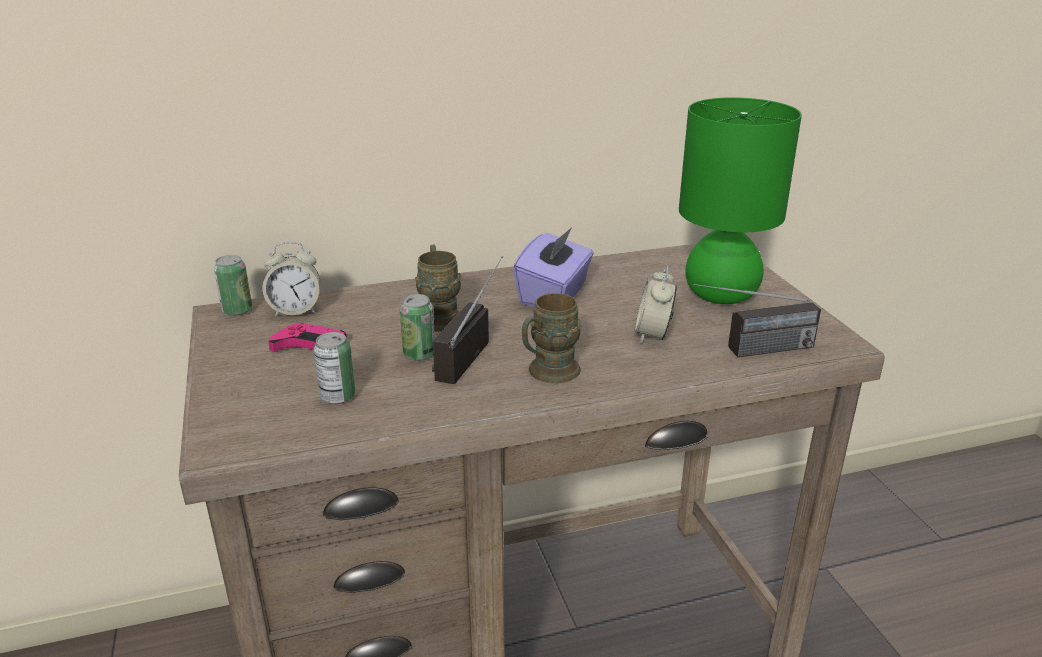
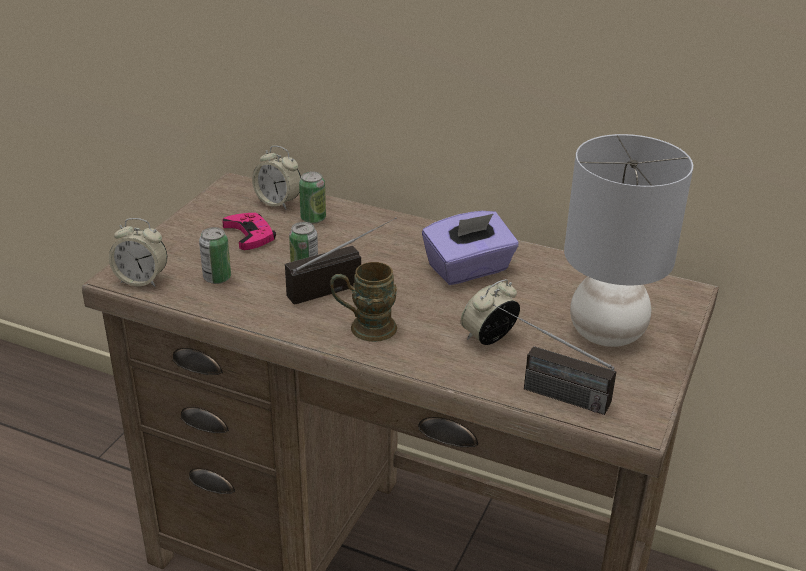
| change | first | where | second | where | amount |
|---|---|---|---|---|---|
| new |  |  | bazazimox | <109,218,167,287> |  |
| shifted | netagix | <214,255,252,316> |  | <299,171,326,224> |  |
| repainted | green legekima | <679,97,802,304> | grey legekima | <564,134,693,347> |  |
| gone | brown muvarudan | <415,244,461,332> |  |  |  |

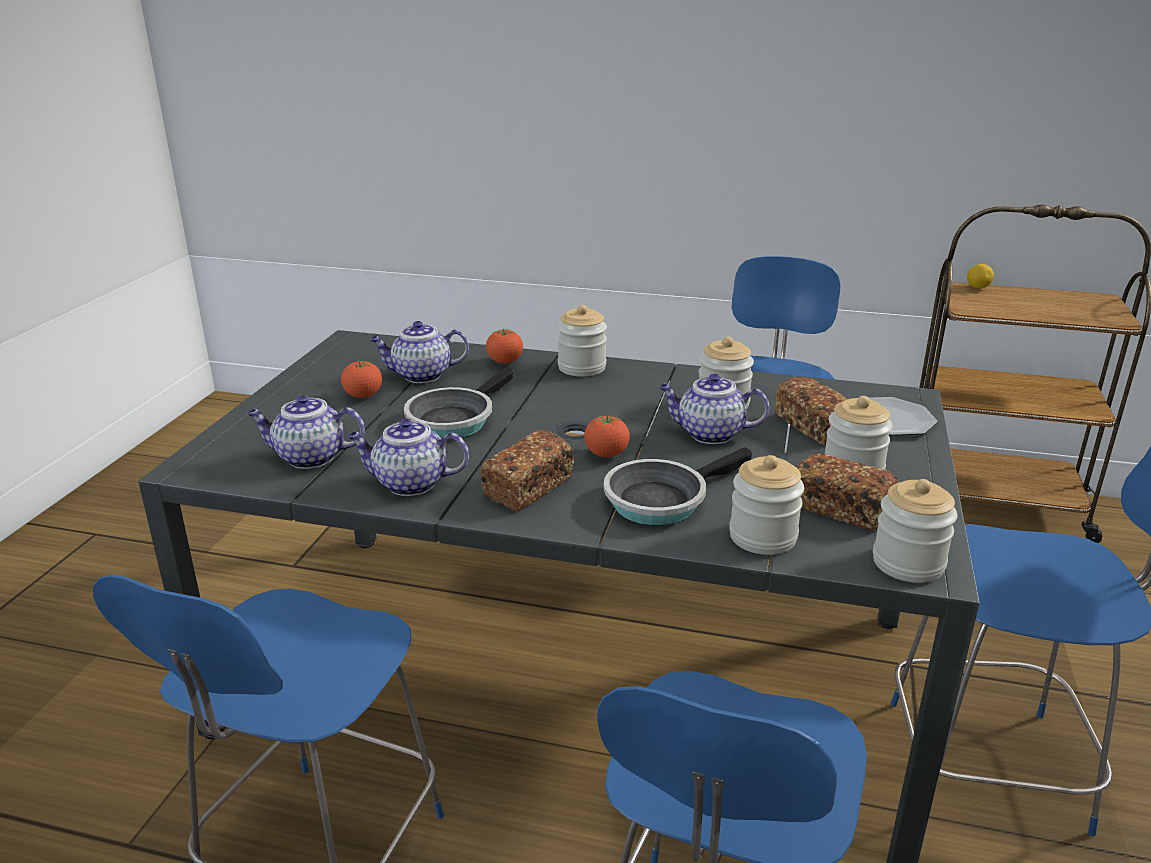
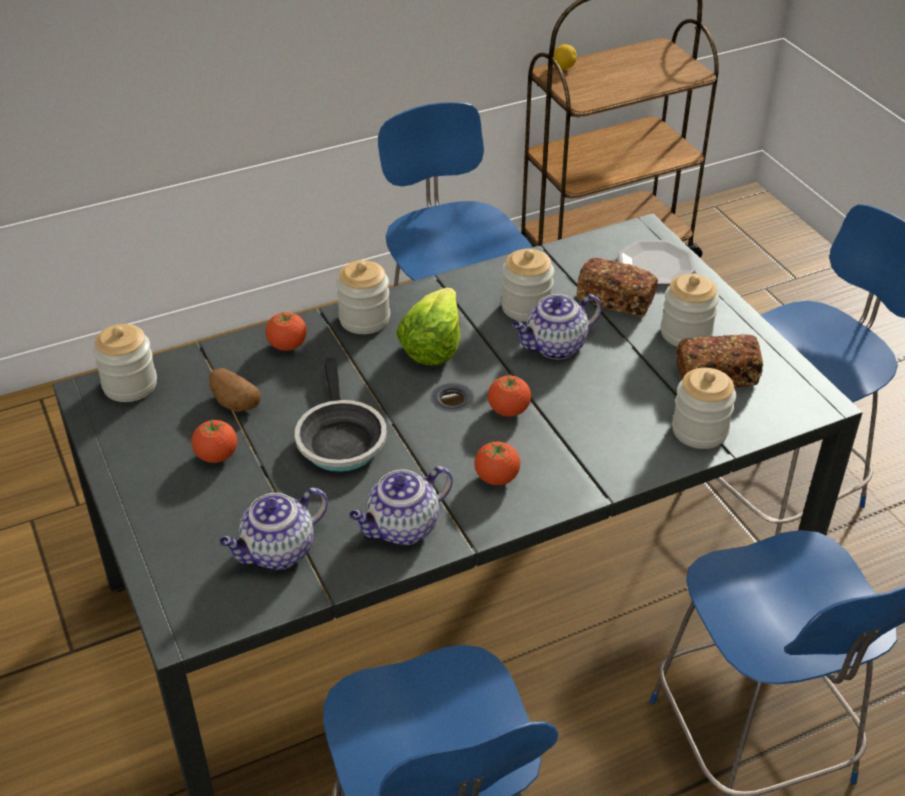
| change | first | where | second | where | amount |
|---|---|---|---|---|---|
| shifted | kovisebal | <873,479,958,583> |  | <93,324,157,402> |  |
| swapped | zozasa | <370,321,469,383> | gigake | <209,368,261,412> |  |
| new |  |  | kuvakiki | <396,287,460,365> |  |
| swapped | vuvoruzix | <481,430,574,511> | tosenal | <474,442,520,485> |  |
| gone | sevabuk | <603,447,752,525> |  |  |  |

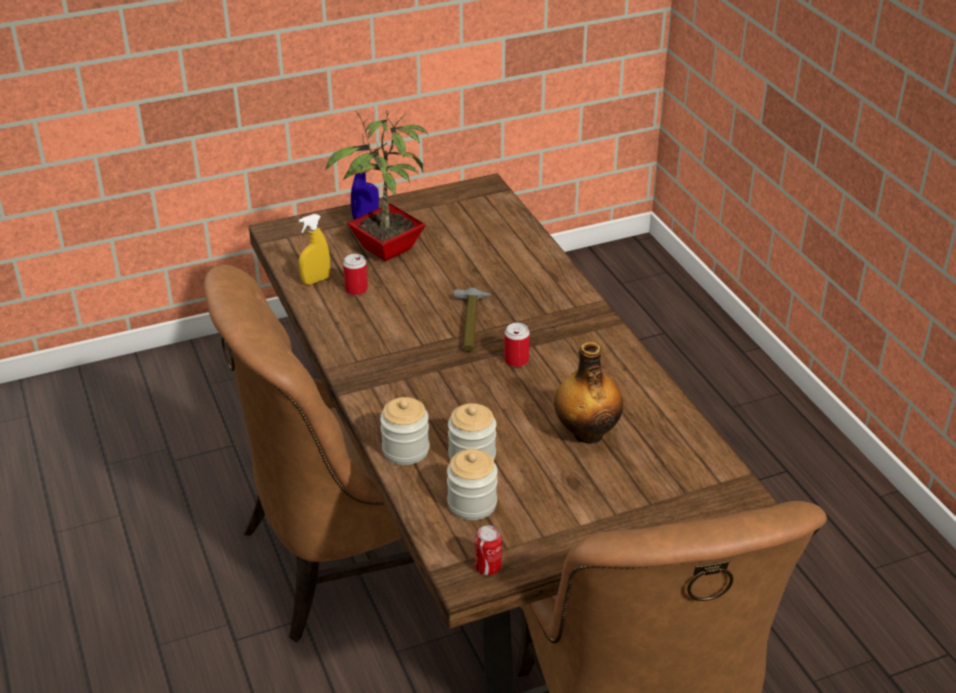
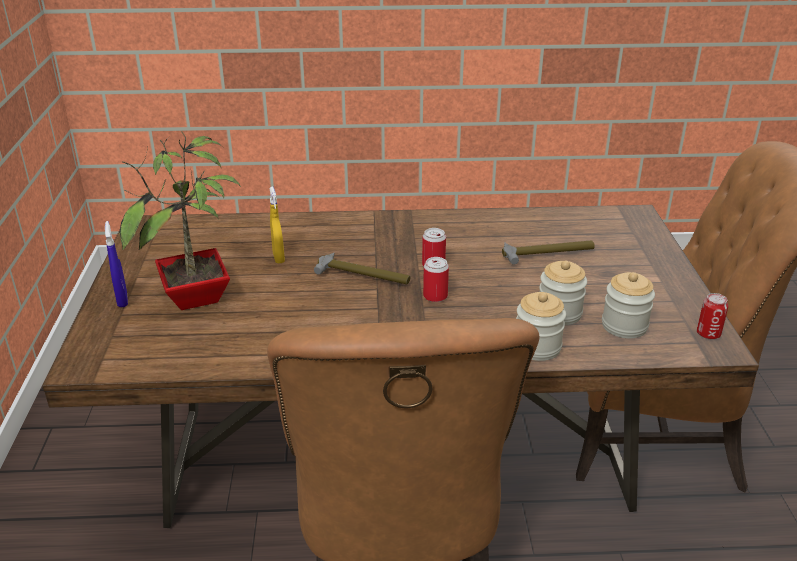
| change | first | where | second | where | amount |
|---|---|---|---|---|---|
| shifted | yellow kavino | <298,214,330,285> |  | <270,186,285,264> |  |
| shifted | netagix | <343,254,368,296> |  | <423,257,449,302> |  |
| swapped | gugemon | <554,342,623,444> | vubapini | <502,241,595,265> |  |

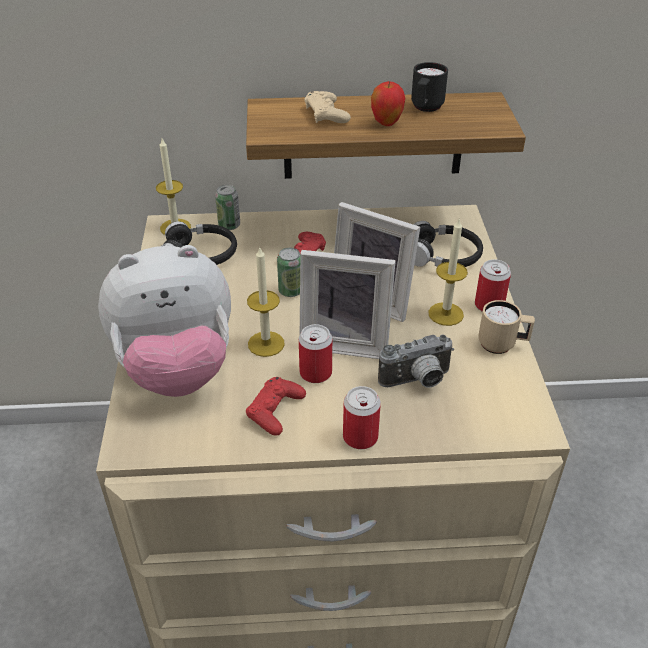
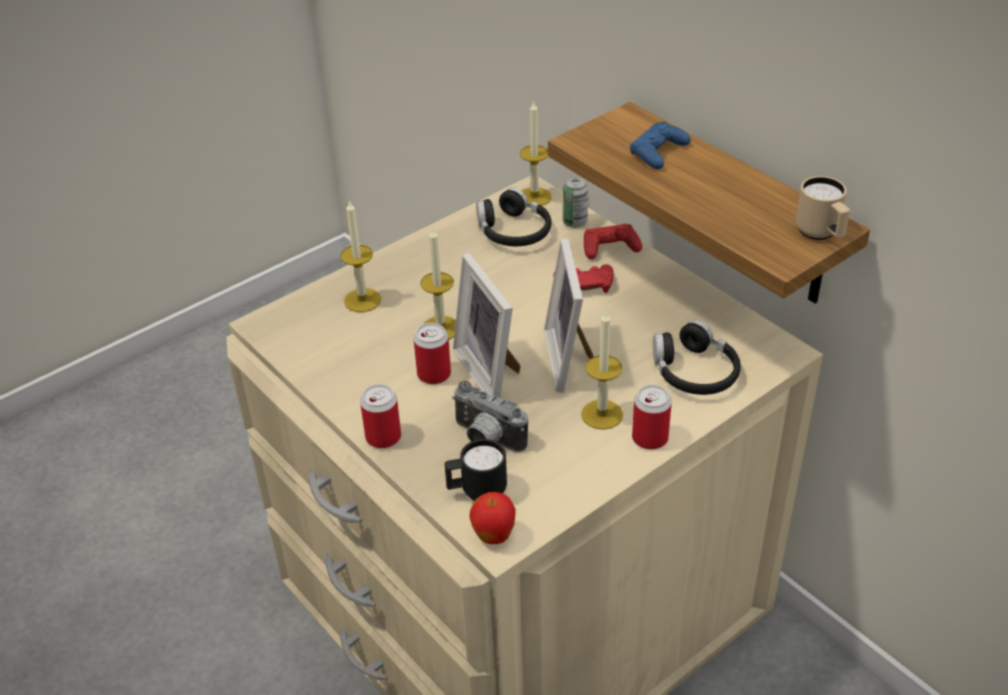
| change | first | where | second | where | amount |
|---|---|---|---|---|---|
| swapped | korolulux | <98,245,231,397> | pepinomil | <340,200,381,312> |  |
| shifted | black muvarudan | <411,62,448,112> |  | <445,439,507,501> |  |
| shifted | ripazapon | <371,81,405,126> |  | <470,492,516,544> |  |
| shifted | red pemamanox | <246,377,306,436> |  | <584,224,642,259> |  |
| repainted | beige pemamanox | <304,91,351,123> | blue pemamanox | <630,122,691,169> |  |
| shifted | beige muvarudan | <478,300,535,354> |  | <796,176,850,240> |  |
| gone | netagix | <277,248,300,297> |  |  |  |

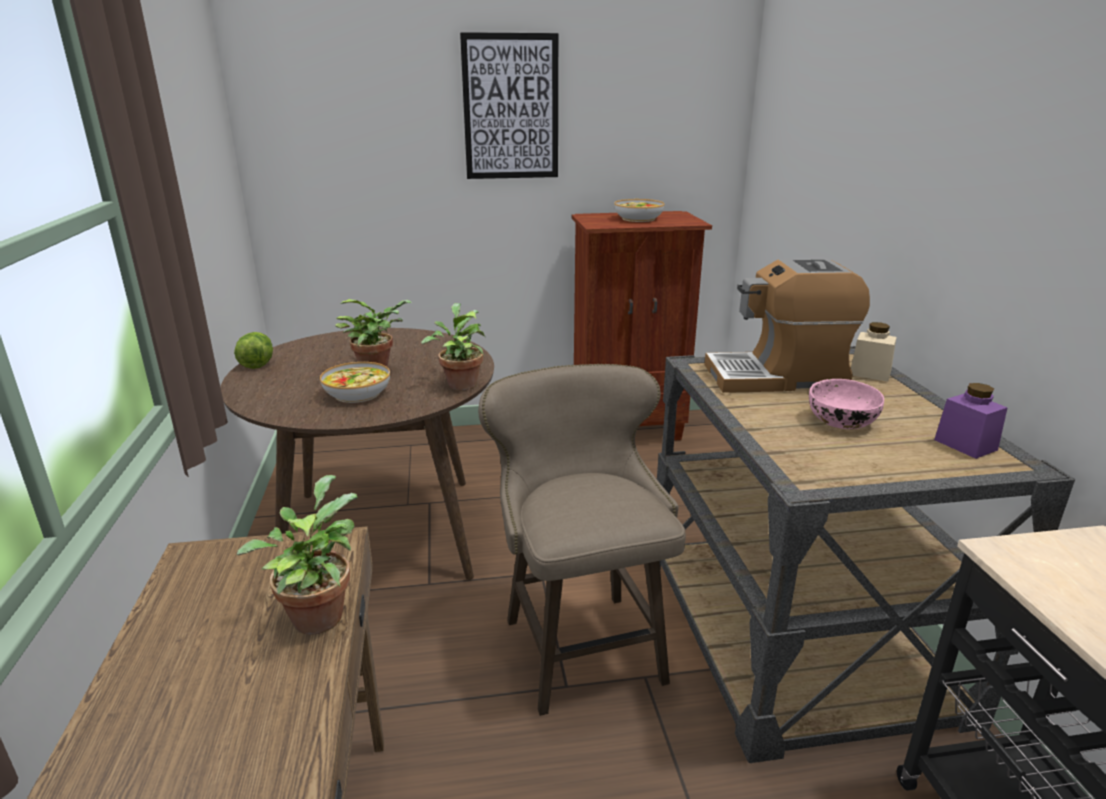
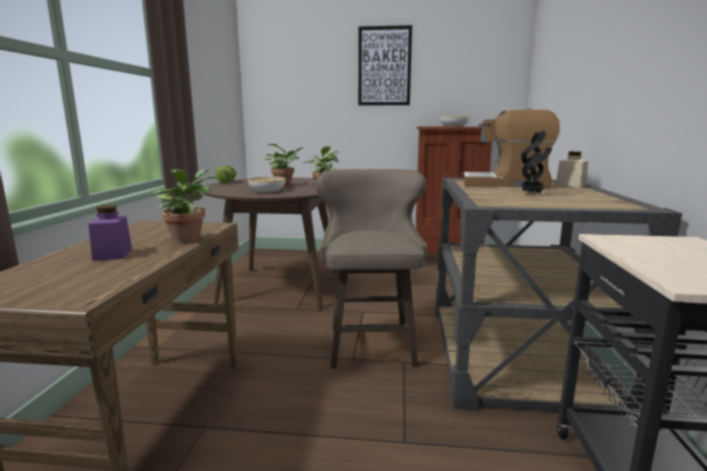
| change | first | where | second | where | amount |
|---|---|---|---|---|---|
| shifted | purple kovisebal | <934,383,1008,459> |  | <88,205,132,261> |  |
| swapped | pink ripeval | <809,379,884,429> | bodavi | <521,130,552,195> |  |

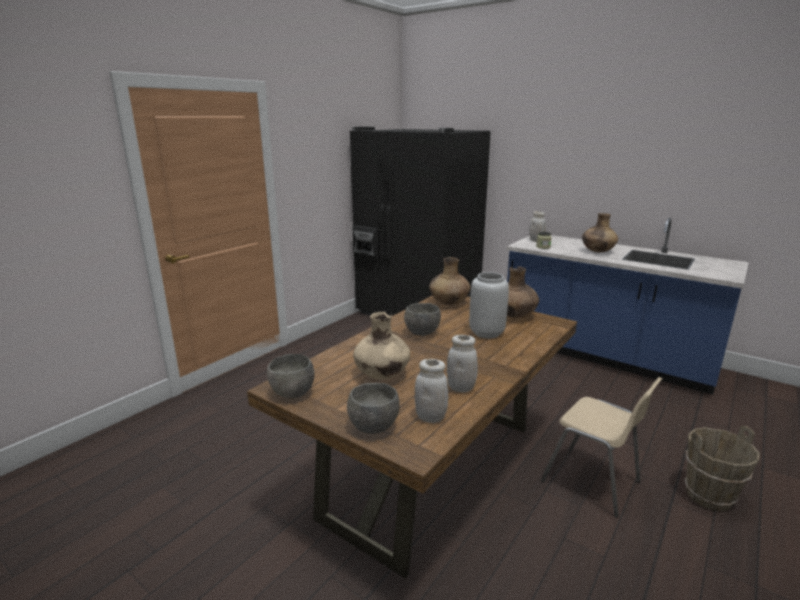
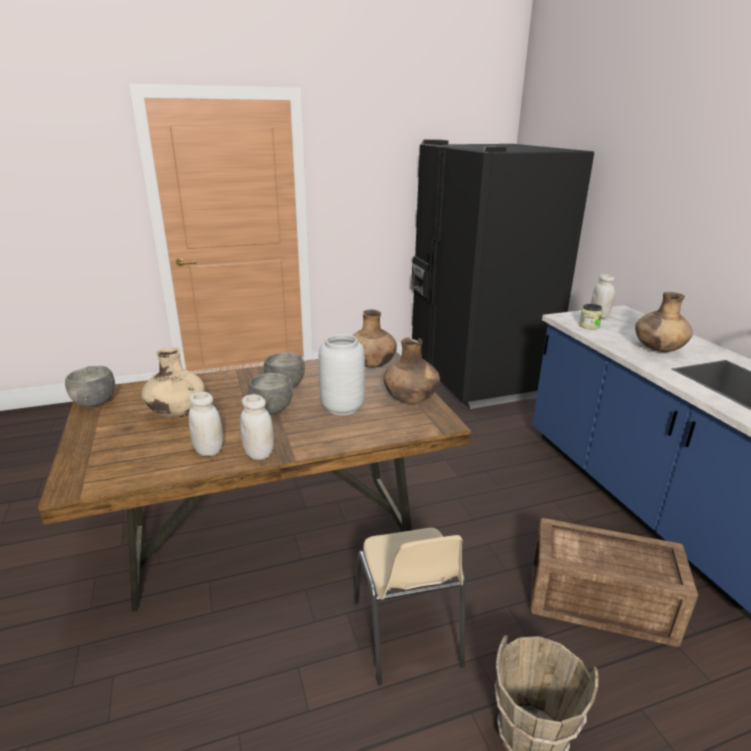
| change | first | where | second | where | amount |
|---|---|---|---|---|---|
| shifted | white kovisebal | <415,359,448,423> |  | <240,394,274,460> |  |
| shifted | grey ripeval | <347,383,400,434> |  | <247,373,293,415> |  |
| new |  |  | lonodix | <530,518,698,647> |  |

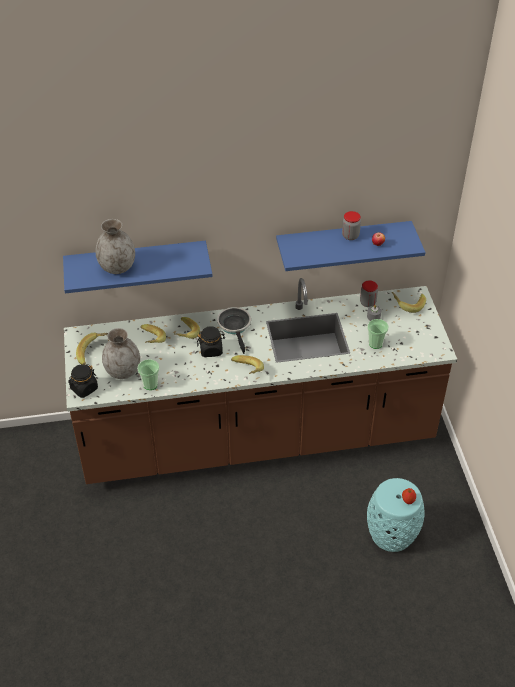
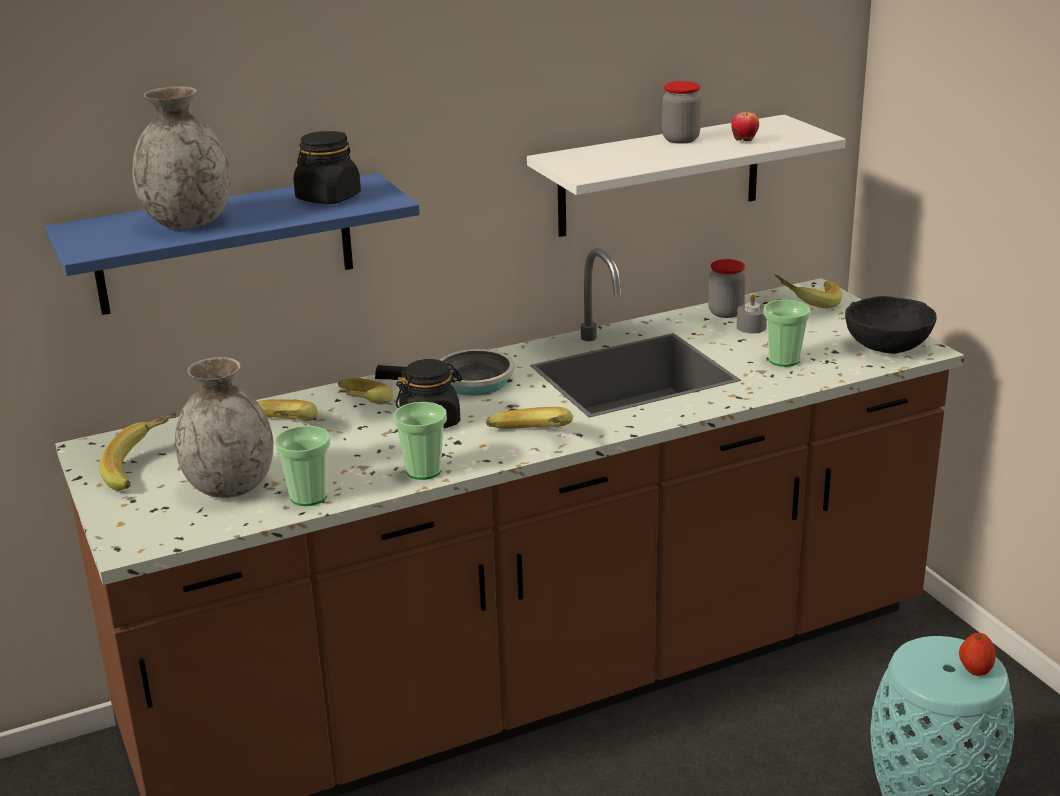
| change | first | where | second | where | amount |
|---|---|---|---|---|---|
| shifted | black kovisebal | <68,364,98,398> |  | <293,131,361,204> |  |
| rotated | sevabuk | <217,307,251,354> |  | <375,349,514,396> | 120 degrees clockwise |
| new |  |  | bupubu | <393,402,447,480> |  |
| repainted | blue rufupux | <276,221,425,271> | white rufupux | <527,115,846,237> |  |
| new |  |  | black ripeval | <845,296,937,354> |  |

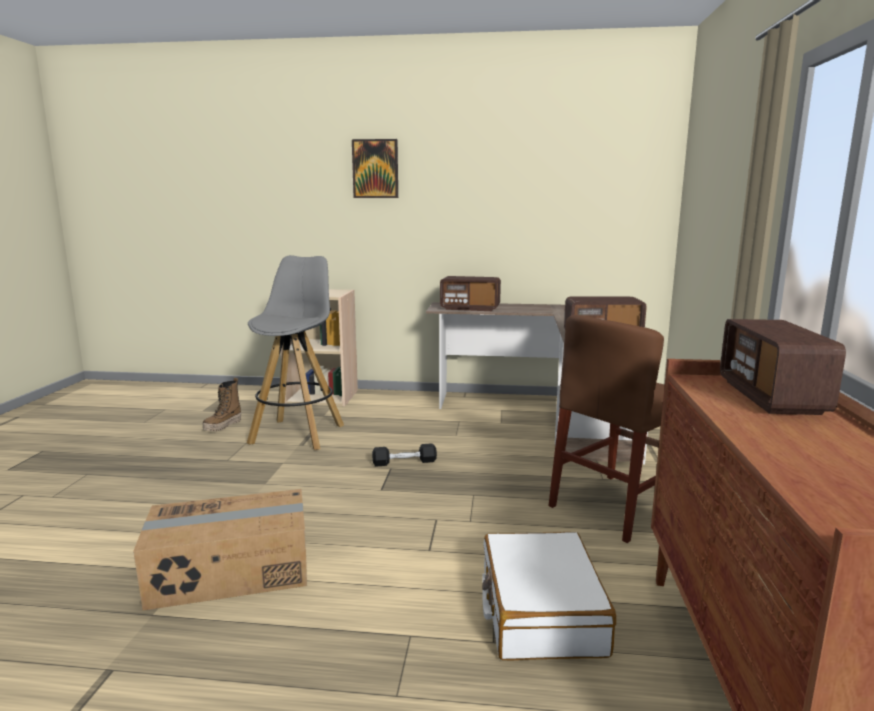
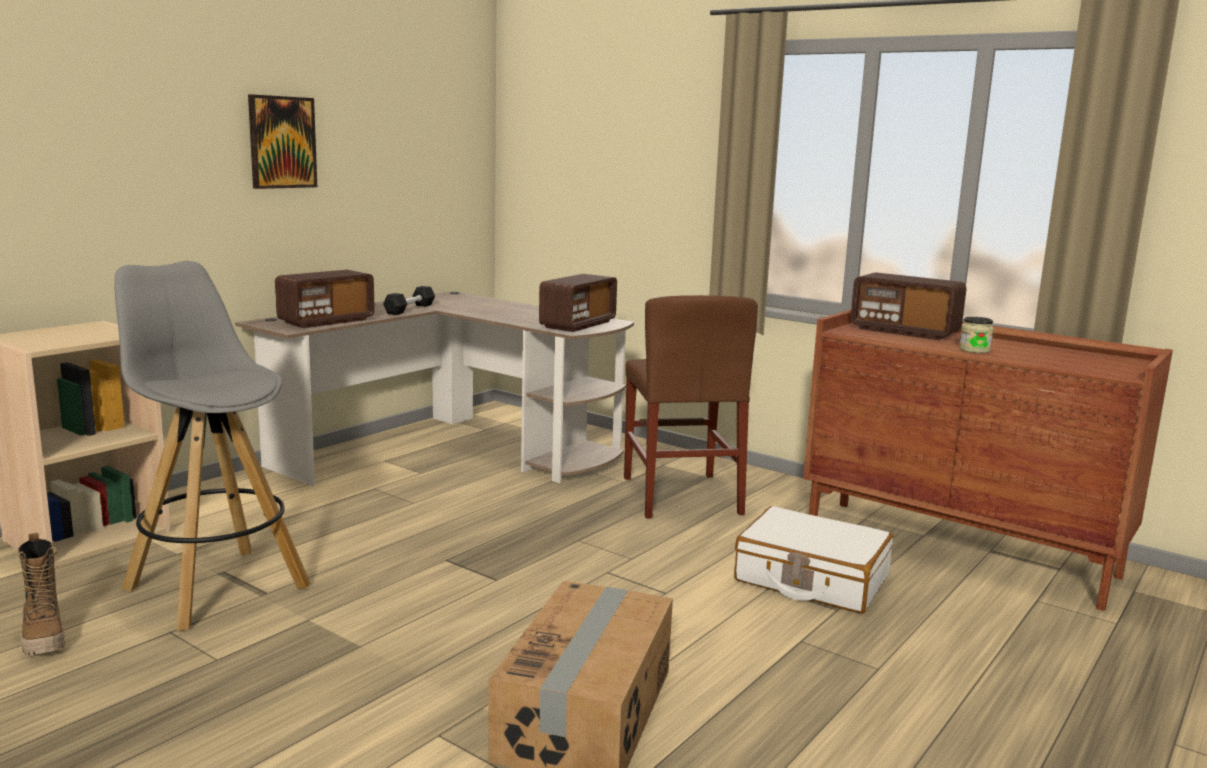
| change | first | where | second | where | amount |
|---|---|---|---|---|---|
| shifted | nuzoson | <352,139,398,198> |  | <248,94,317,189> |  |
| shifted | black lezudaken | <372,443,437,467> |  | <383,286,435,315> |  |
| new |  |  | kovisebal | <959,317,994,353> |  |

